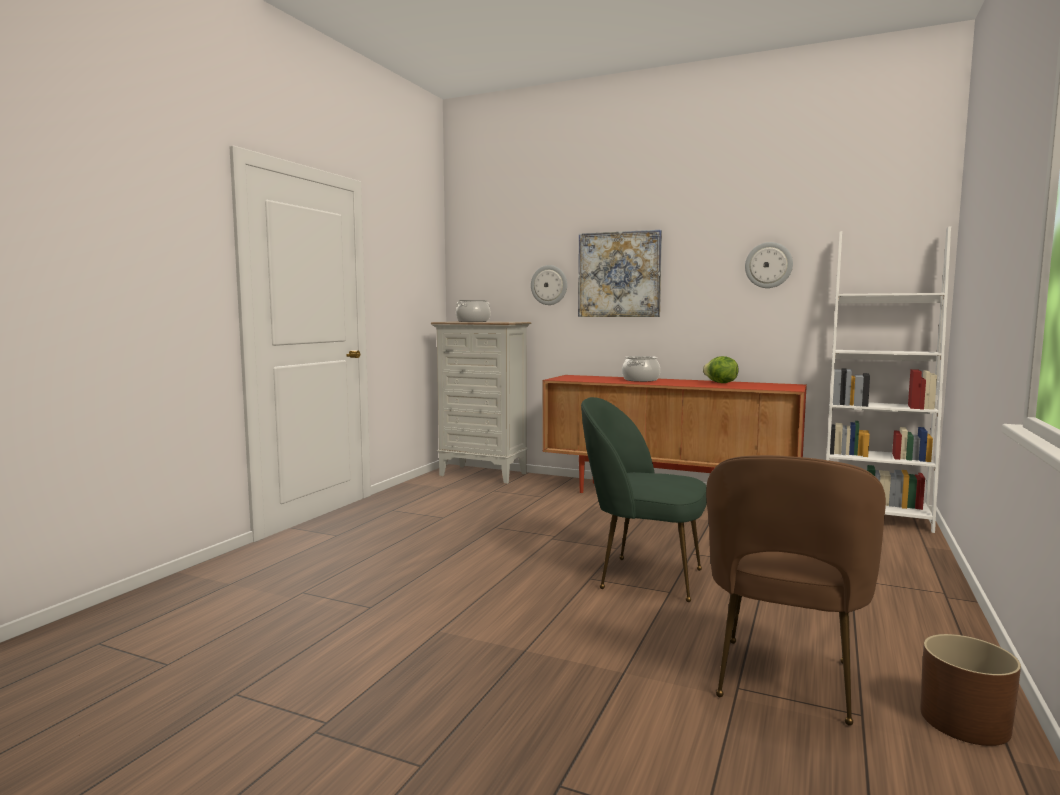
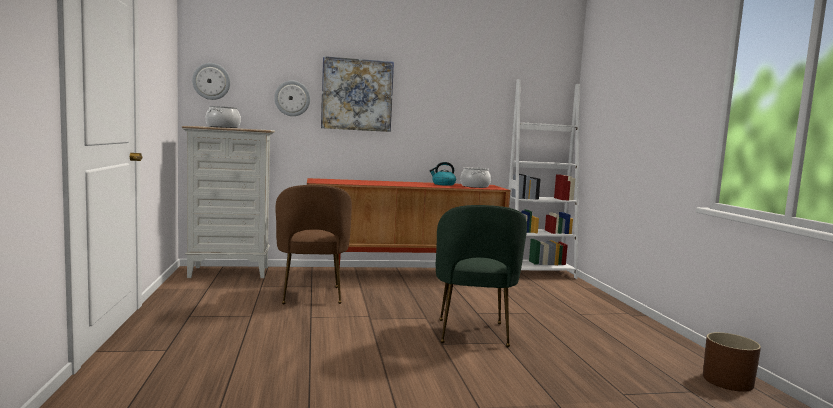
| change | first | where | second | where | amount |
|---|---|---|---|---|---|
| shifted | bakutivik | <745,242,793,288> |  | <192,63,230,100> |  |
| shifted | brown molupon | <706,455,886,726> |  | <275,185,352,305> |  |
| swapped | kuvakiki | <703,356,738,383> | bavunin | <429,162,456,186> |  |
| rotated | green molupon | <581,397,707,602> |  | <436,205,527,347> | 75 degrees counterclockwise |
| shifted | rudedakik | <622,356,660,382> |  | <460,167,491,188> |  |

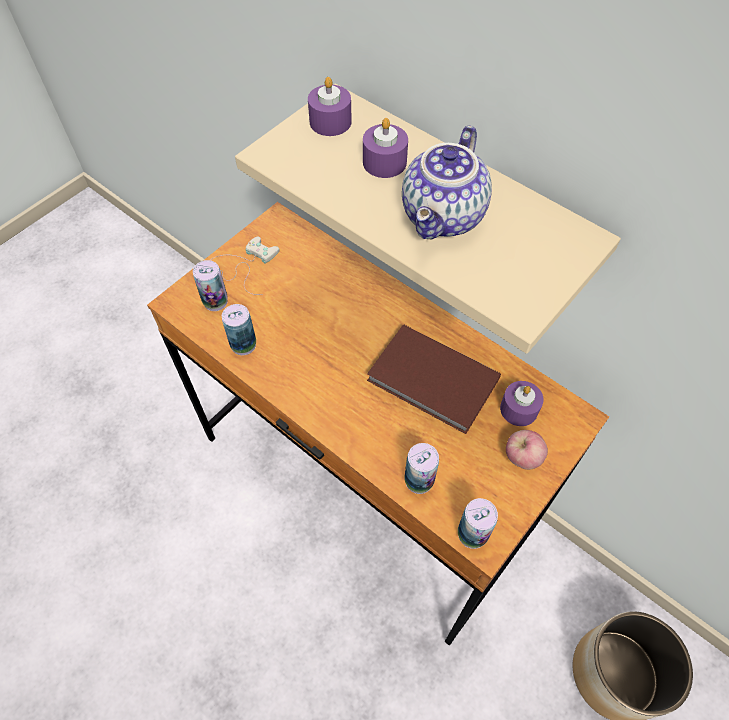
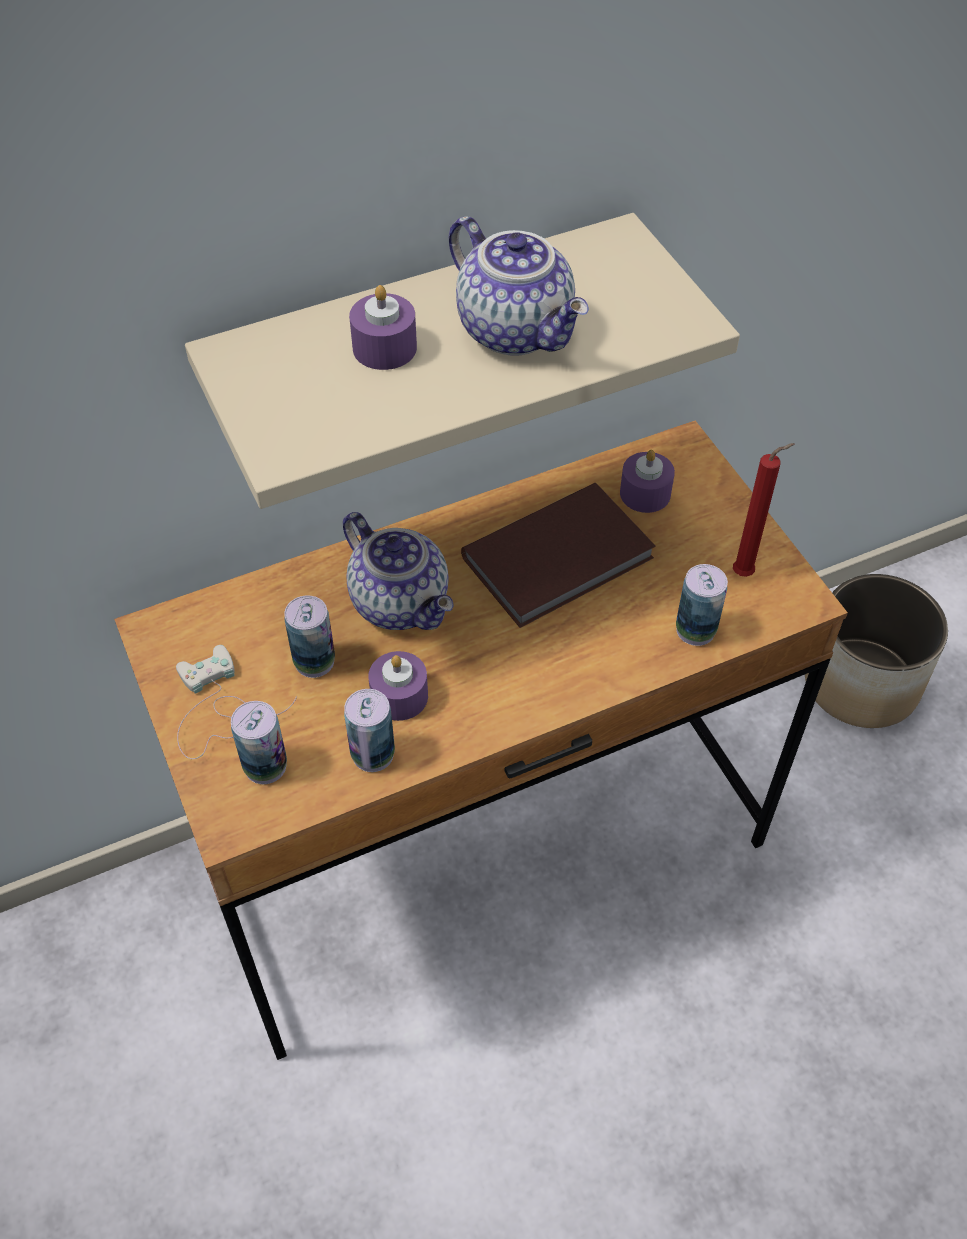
| change | first | where | second | where | amount |
|---|---|---|---|---|---|
| shifted | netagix | <458,498,498,549> |  | <284,596,335,678> |  |
| new |  |  | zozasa | <343,512,453,630> |  |
| shifted | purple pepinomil | <308,77,352,136> |  | <368,651,428,721> |  |
| new |  |  | red pepinomil | <733,443,794,577> |  |
| gone | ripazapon | <506,430,548,470> |  |  |  |

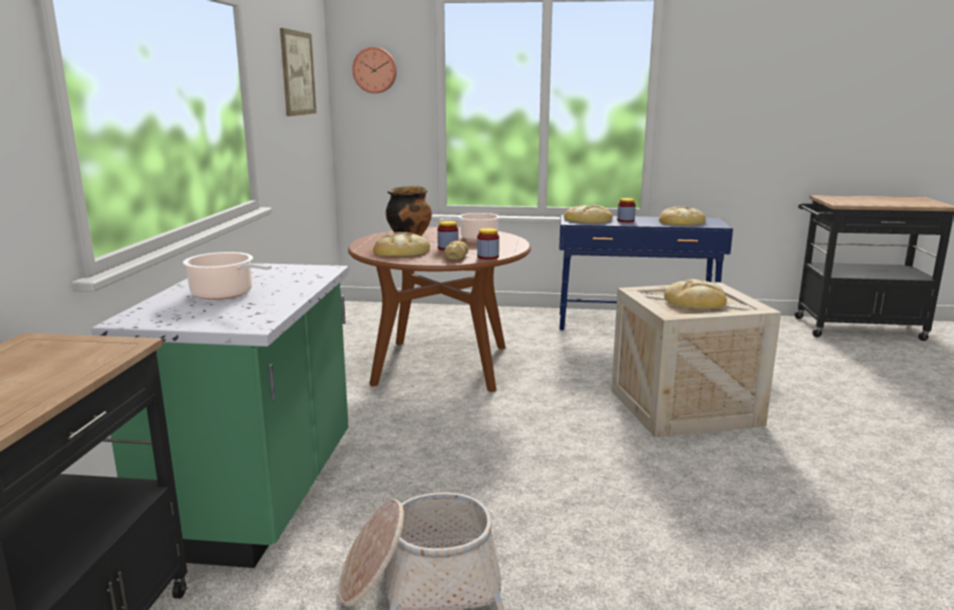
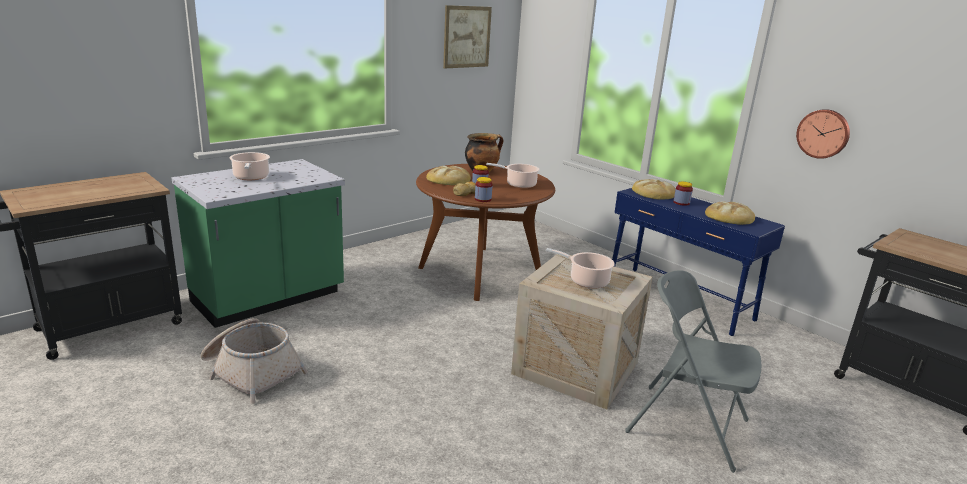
| change | first | where | second | where | amount |
|---|---|---|---|---|---|
| swapped | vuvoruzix | <664,279,727,309> | rudedakik | <546,248,615,288> |  |
| new |  |  | grey molupon | <625,270,761,473> |  |
| shifted | bakutivik | <352,47,397,93> |  | <796,109,850,159> |  |

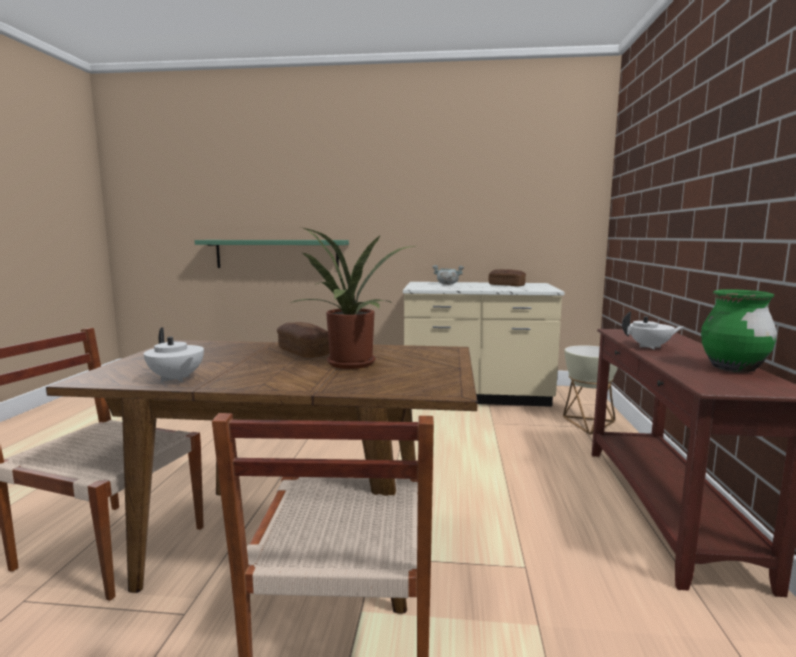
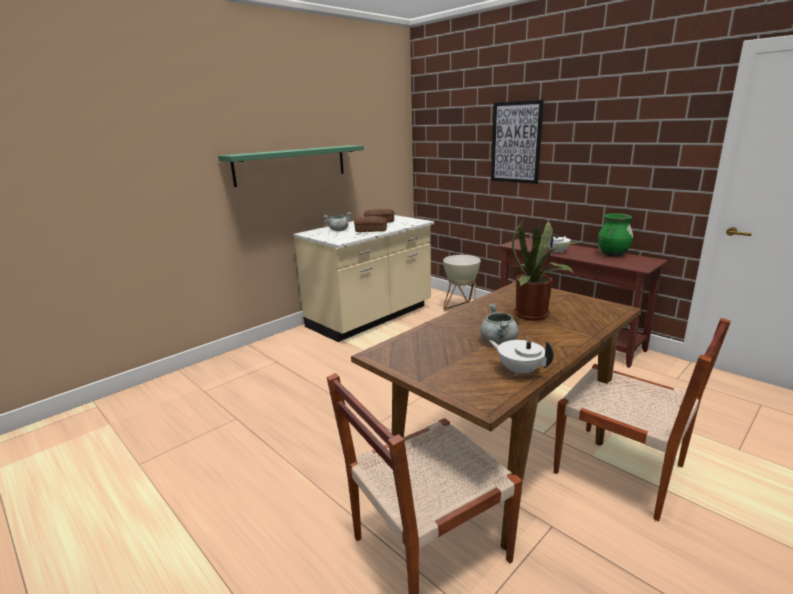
| change | first | where | second | where | amount |
|---|---|---|---|---|---|
| shifted | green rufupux | <194,240,349,268> |  | <218,145,364,187> |  |
| shifted | vuvoruzix | <277,322,329,358> |  | <354,216,387,232> |  |
| new |  |  | grey rudedakik | <480,304,519,344> |  |
| rotated | white zozasa | <144,327,204,382> |  | <489,340,554,376> | 135 degrees counterclockwise |
| new |  |  | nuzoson | <491,100,544,184> |  |

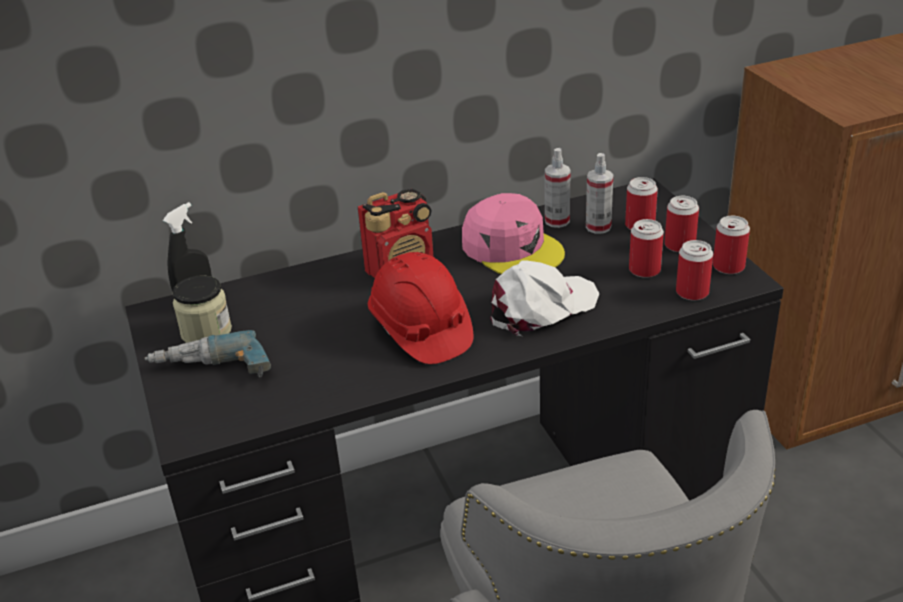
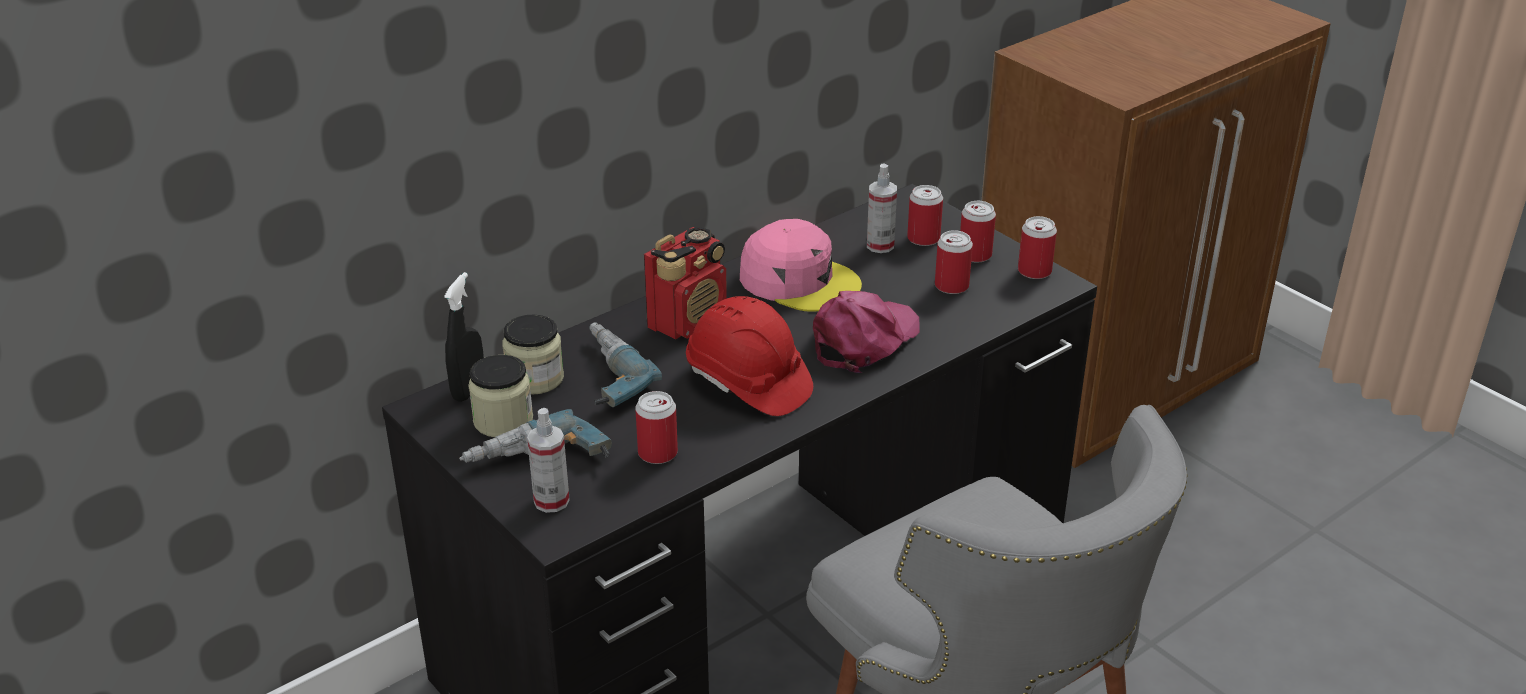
| change | first | where | second | where | amount |
|---|---|---|---|---|---|
| new |  |  | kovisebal | <502,314,564,395> |  |
| shifted | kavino | <545,148,571,228> |  | <527,408,570,513> |  |
| new |  |  | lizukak | <589,322,662,407> |  |
| shifted | netagix | <676,240,713,300> |  | <635,391,678,464> |  |
| repainted | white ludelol | <490,260,600,336> | pink ludelol | <813,291,920,373> |  |

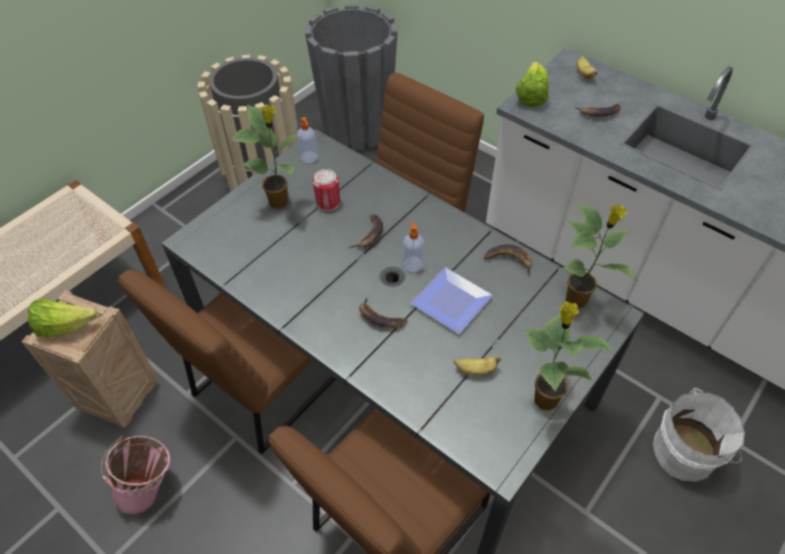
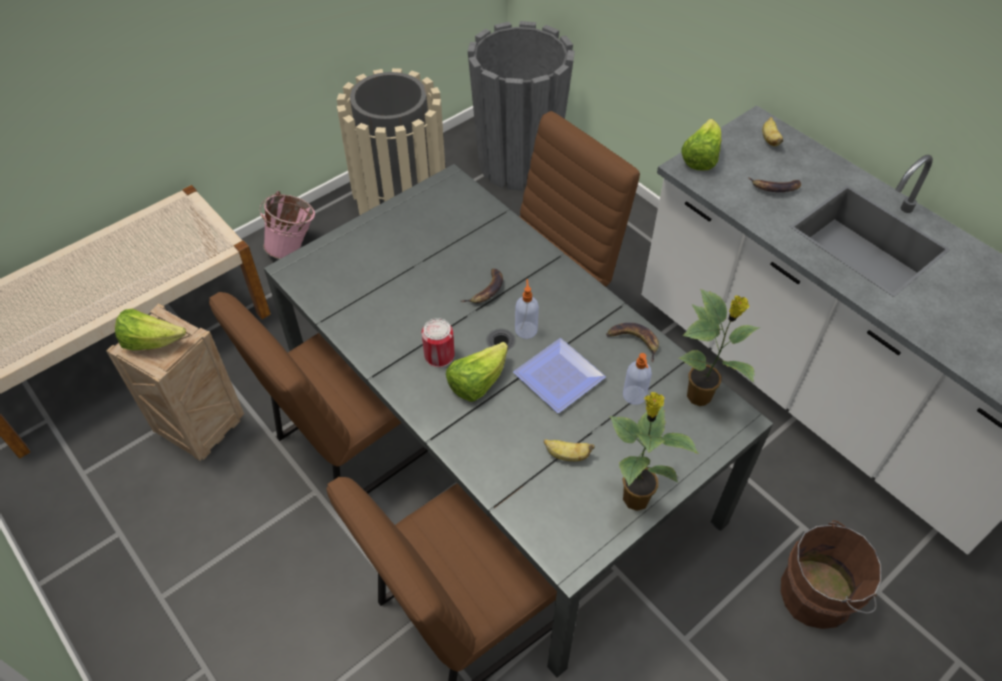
| change | first | where | second | where | amount |
|---|---|---|---|---|---|
| shifted | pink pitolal | <101,436,170,514> |  | <260,191,315,259> |  |
| shifted | netagix | <313,169,340,211> |  | <422,318,455,368> |  |
| swapped | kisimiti | <359,297,407,328> | kuvakiki | <446,342,508,402> |  |
| shifted | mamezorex | <297,117,318,163> |  | <623,353,652,405> |  |
| repainted | white pitolal | <653,388,745,481> | brown pitolal | <781,520,881,629> |  |
| gone | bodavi | <231,105,302,209> |  |  |  |

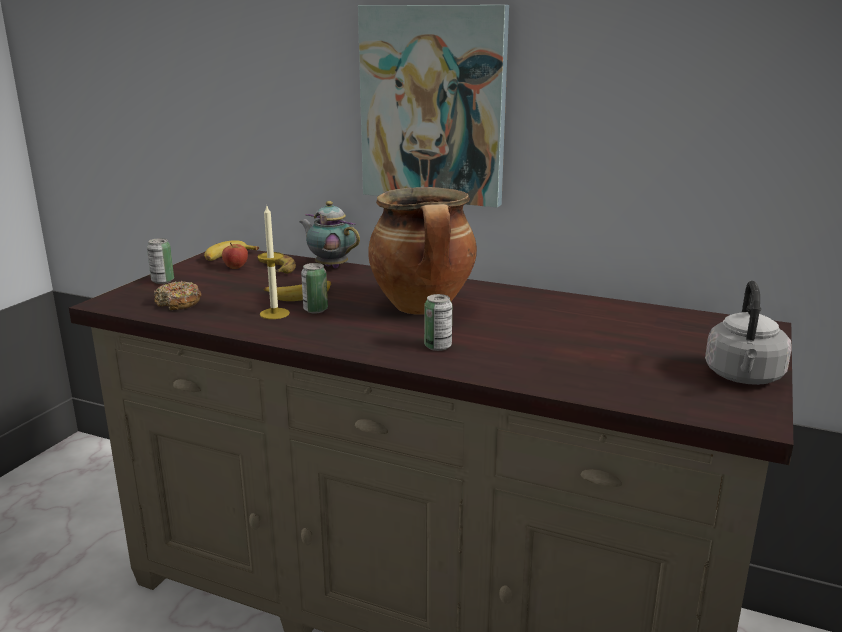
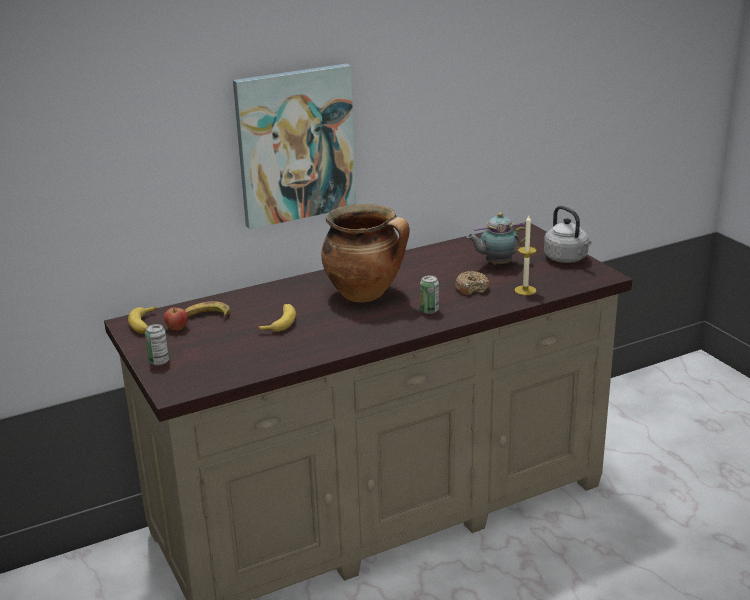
| change | first | where | second | where | amount |
|---|---|---|---|---|---|
| shifted | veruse | <154,281,201,310> |  | <455,271,489,295> |  |
| shifted | zozasa | <299,201,360,268> |  | <467,212,526,265> |  |
| shifted | pepinomil | <257,206,290,319> |  | <515,215,537,295> |  |
| gone | netagix | <301,263,328,313> |  |  |  |

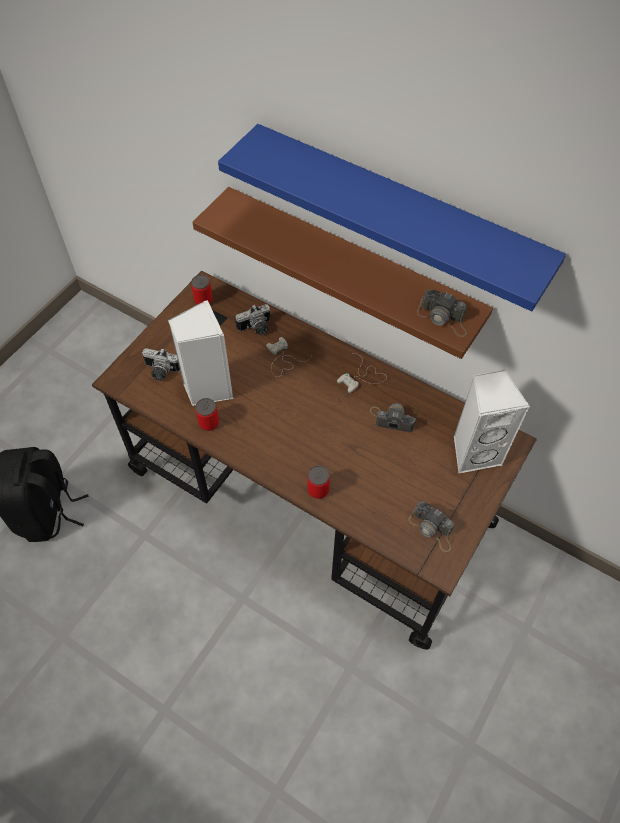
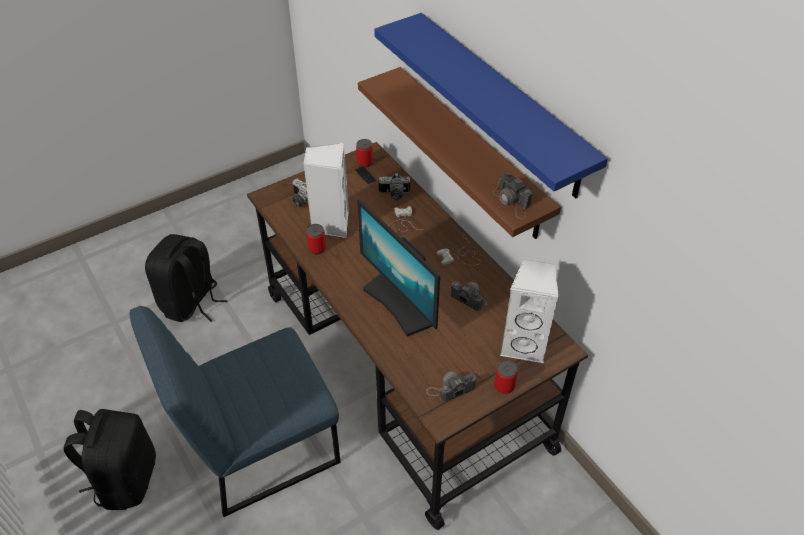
| change | first | where | second | where | amount |
|---|---|---|---|---|---|
| new |  |  | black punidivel | <64,409,156,510> |  |
| new |  |  | blue molupon | <129,306,341,517> |  |
| new |  |  | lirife | <357,199,440,337> |  |
| rotated | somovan | <409,501,454,552> |  | <426,371,476,403> | 90 degrees clockwise |
| shifted | netagix | <308,466,330,499> |  | <494,360,518,394> |  |

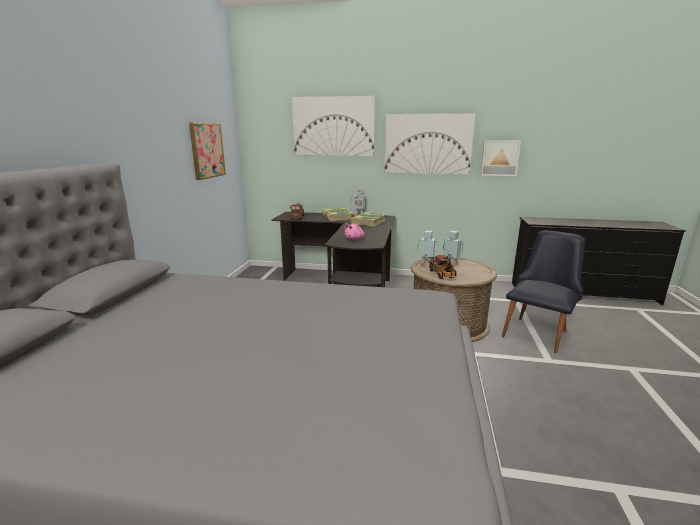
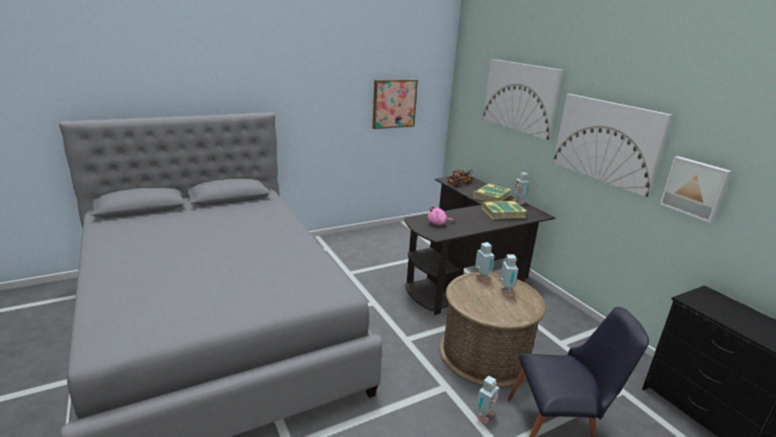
| change | first | where | second | where | amount |
|---|---|---|---|---|---|
| new |  |  | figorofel | <476,376,500,424> |  |
| gone | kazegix | <429,255,456,279> |  |  |  |

